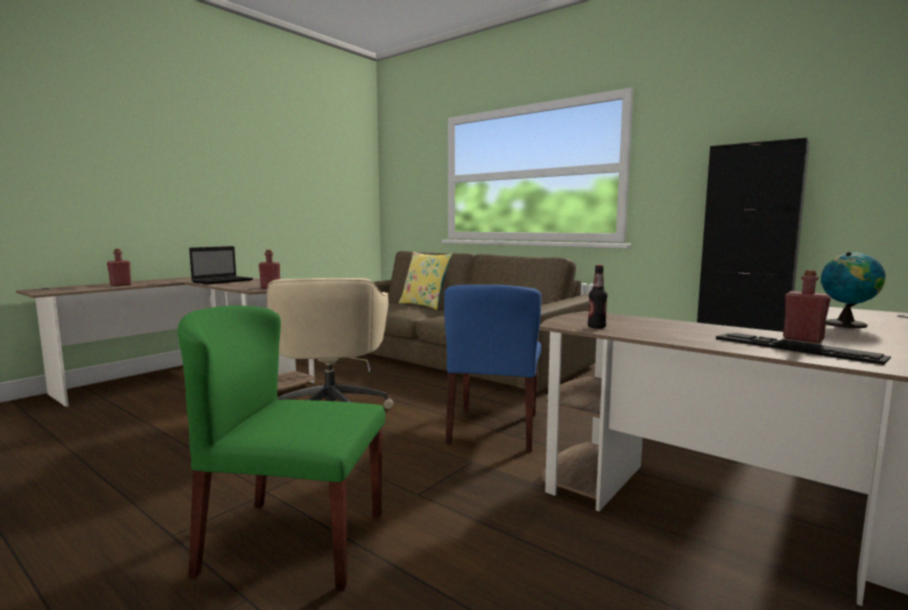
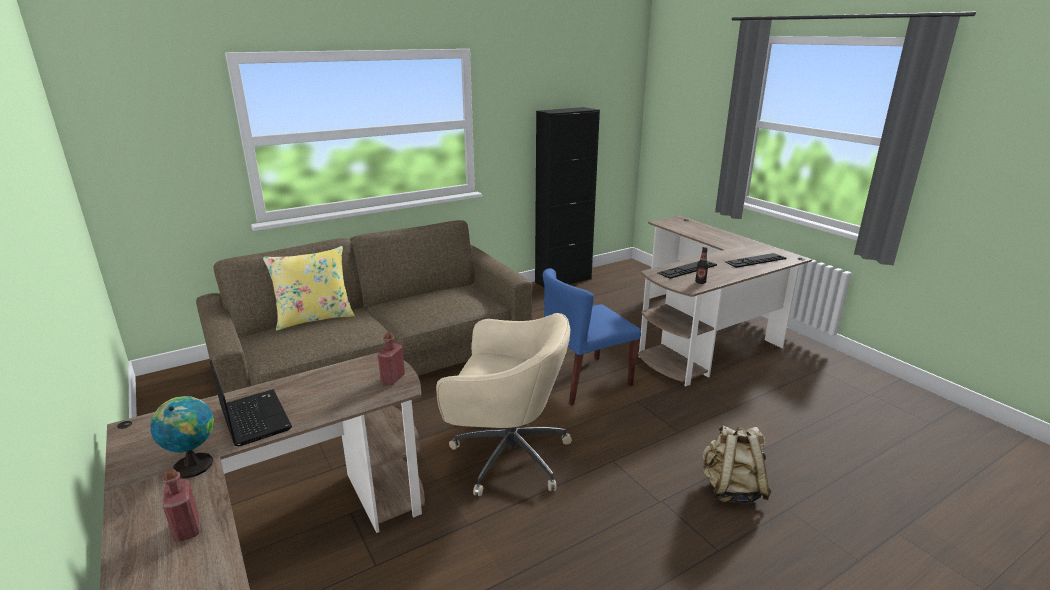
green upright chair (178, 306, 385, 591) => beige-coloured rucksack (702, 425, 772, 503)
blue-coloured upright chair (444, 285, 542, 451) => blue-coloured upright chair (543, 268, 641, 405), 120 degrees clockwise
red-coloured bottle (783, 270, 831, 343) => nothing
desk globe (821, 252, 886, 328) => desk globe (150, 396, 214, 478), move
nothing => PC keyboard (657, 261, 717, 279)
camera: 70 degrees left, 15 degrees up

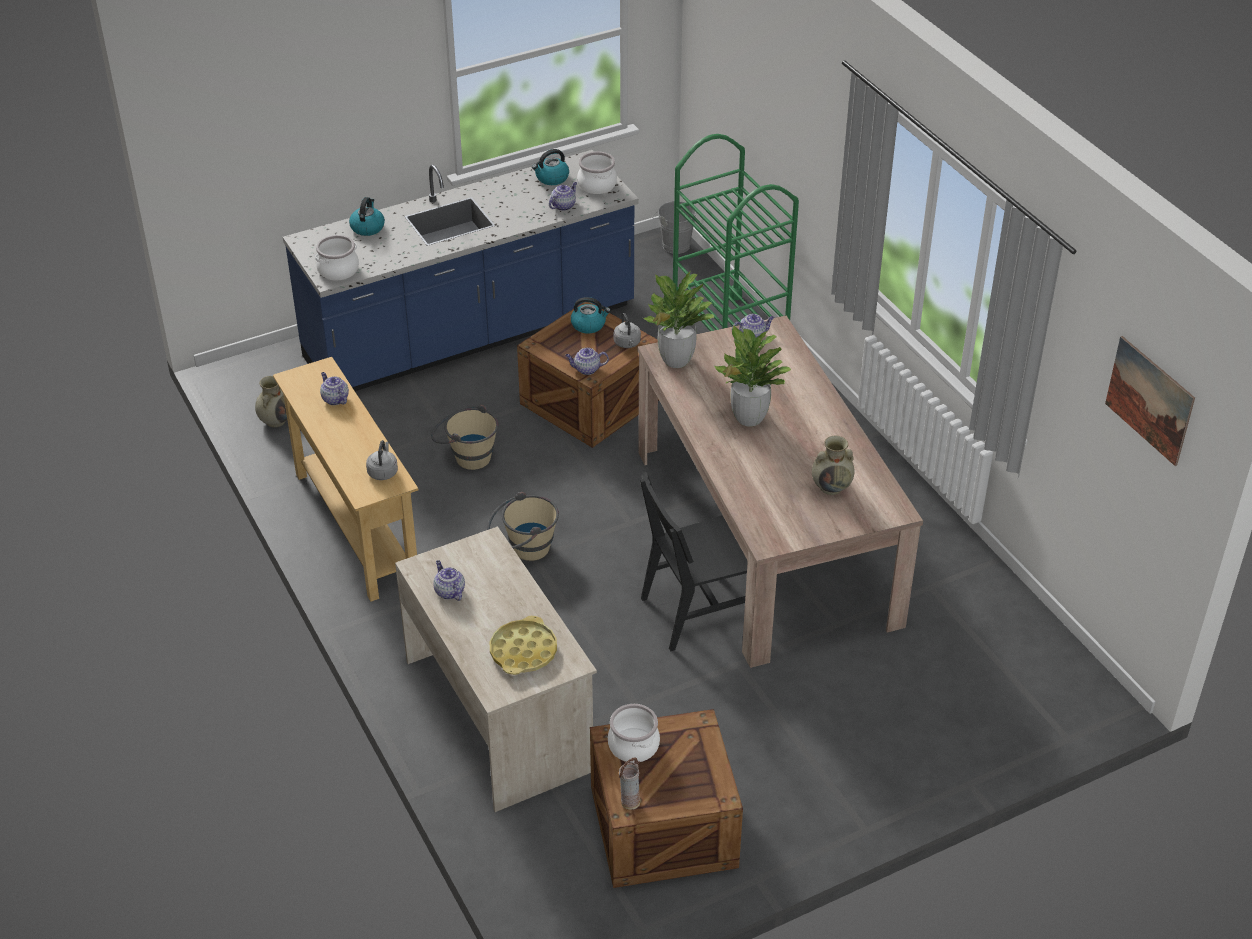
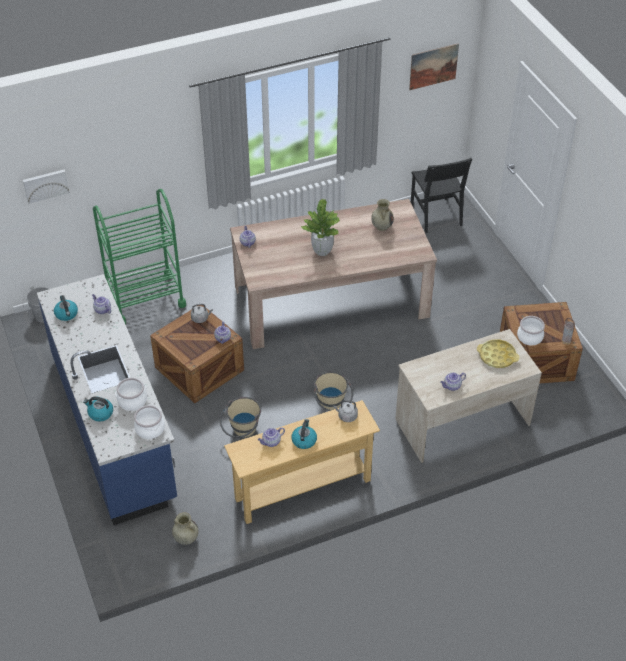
water kettle (571, 297, 611, 333) => water kettle (291, 419, 317, 449), move
stockpot (577, 151, 617, 194) => stockpot (115, 378, 147, 411), move
blackish upright chair (640, 472, 748, 651) => blackish upright chair (411, 158, 472, 233), move
potted plant (643, 271, 714, 368) => nothing
nothing => wall art (23, 169, 70, 204)
camera: 85 degrees left, 5 degrees up

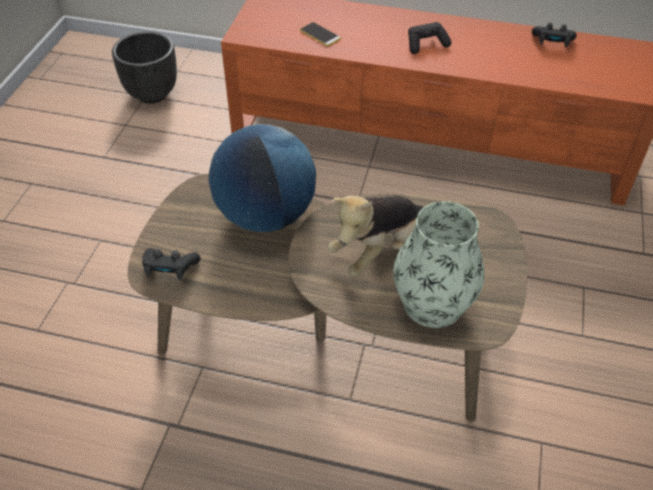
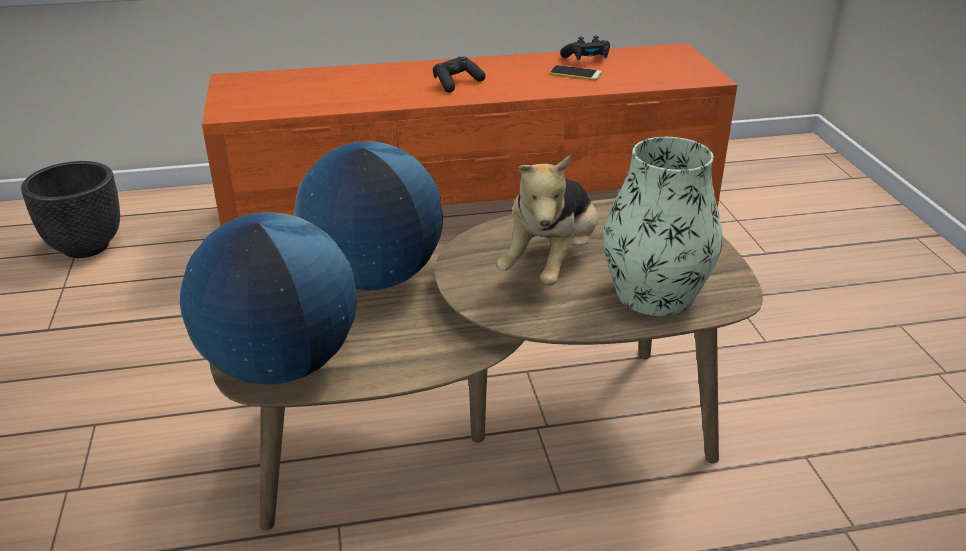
blackish game controller (142, 248, 200, 280) => desk globe (180, 212, 356, 385)
handset (300, 22, 341, 46) => handset (549, 65, 602, 81), move
camera: 25 degrees left, 15 degrees down

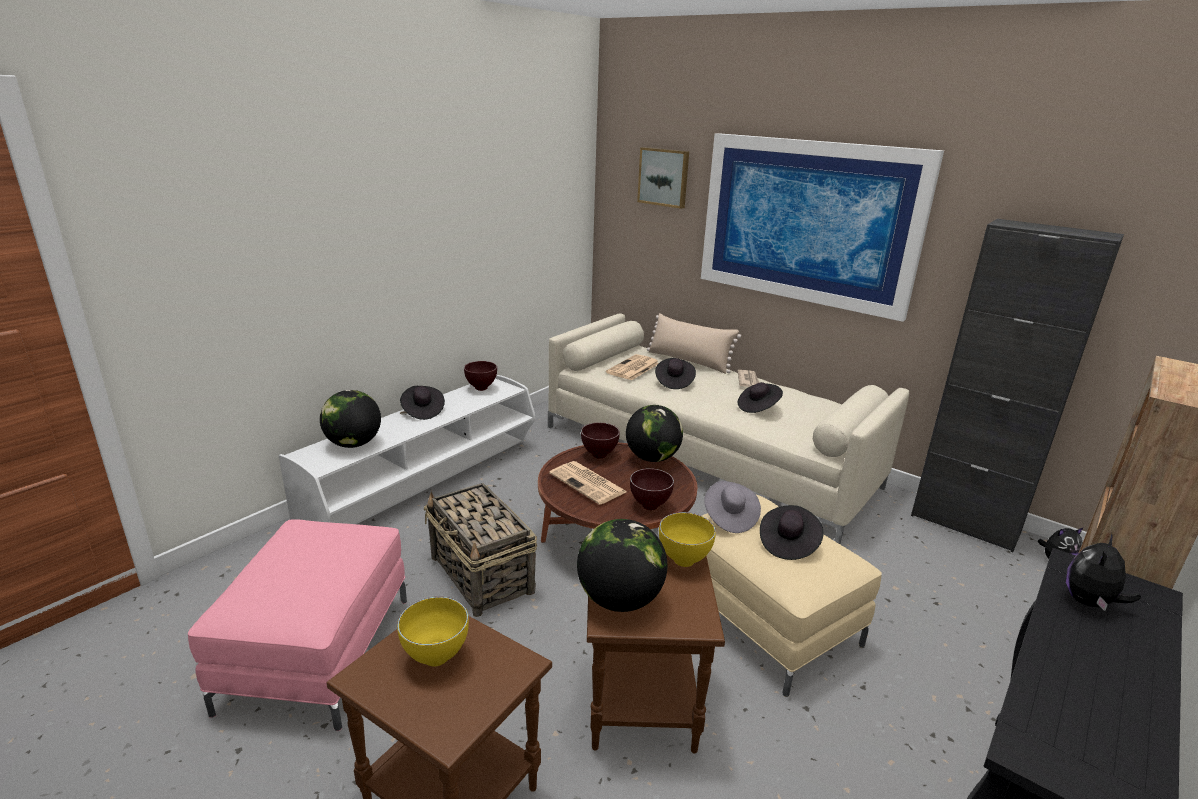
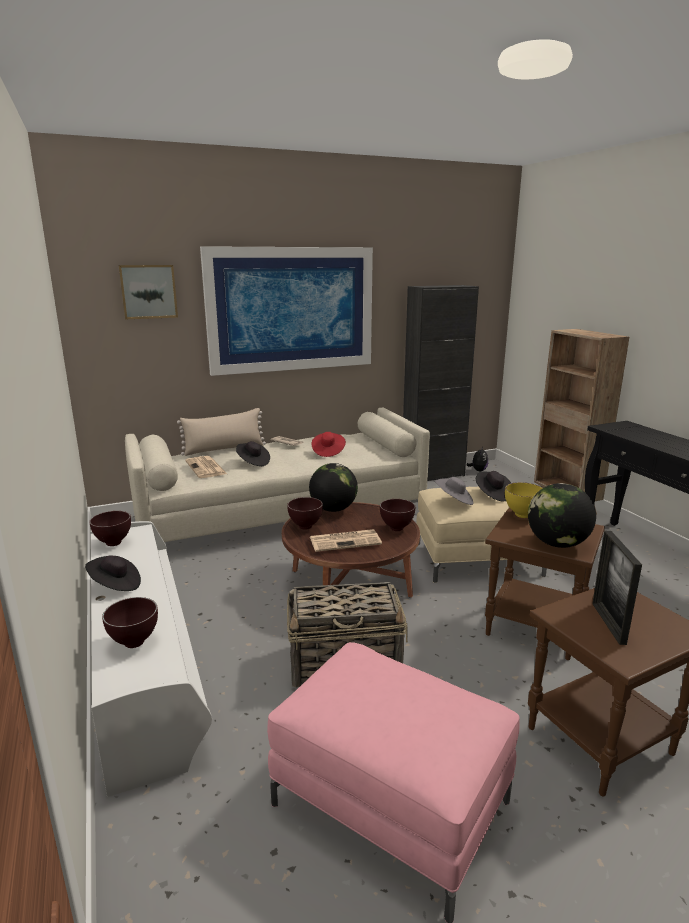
desk globe (320, 390, 381, 448) => brown-coloured bowl (102, 597, 158, 648)
yellow-coloured bowl (397, 597, 469, 666) => photo frame (592, 531, 642, 645)
blackish wearable hat (738, 382, 783, 413) => red-coloured wearable hat (312, 432, 346, 457)
plush toy (1066, 533, 1141, 611) => nothing
camera: 60 degrees left, 5 degrees down

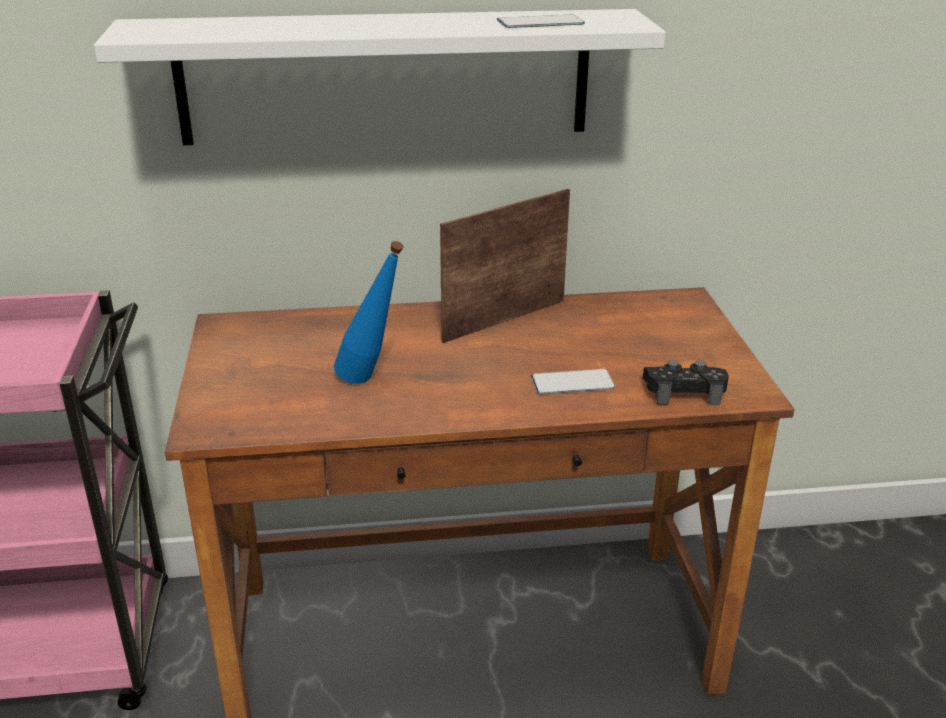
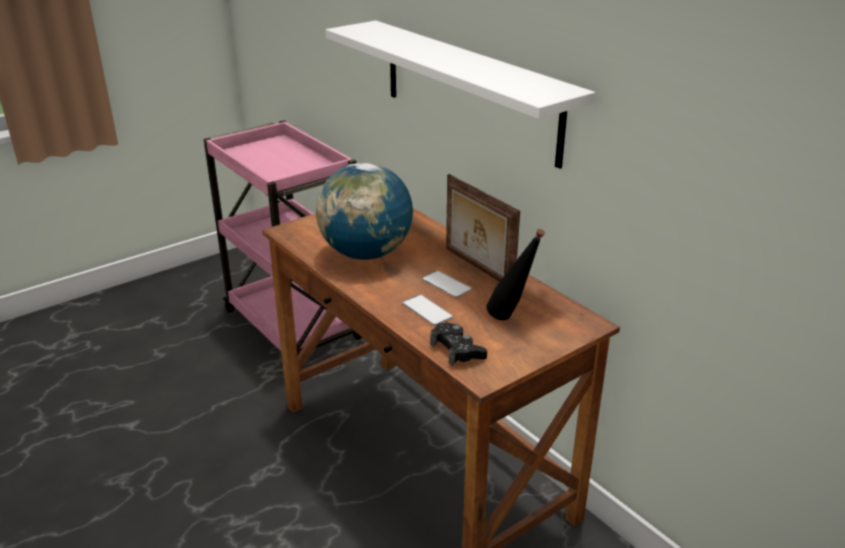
blue-coloured bottle (334, 241, 404, 384) => desk globe (316, 162, 413, 260)
photo frame (440, 189, 570, 343) => photo frame (446, 174, 520, 282), 150 degrees counterclockwise
handset (497, 14, 585, 28) => handset (422, 270, 472, 297), move
nothing => blackish bottle (486, 229, 545, 320)
camera: 60 degrees right, 0 degrees up

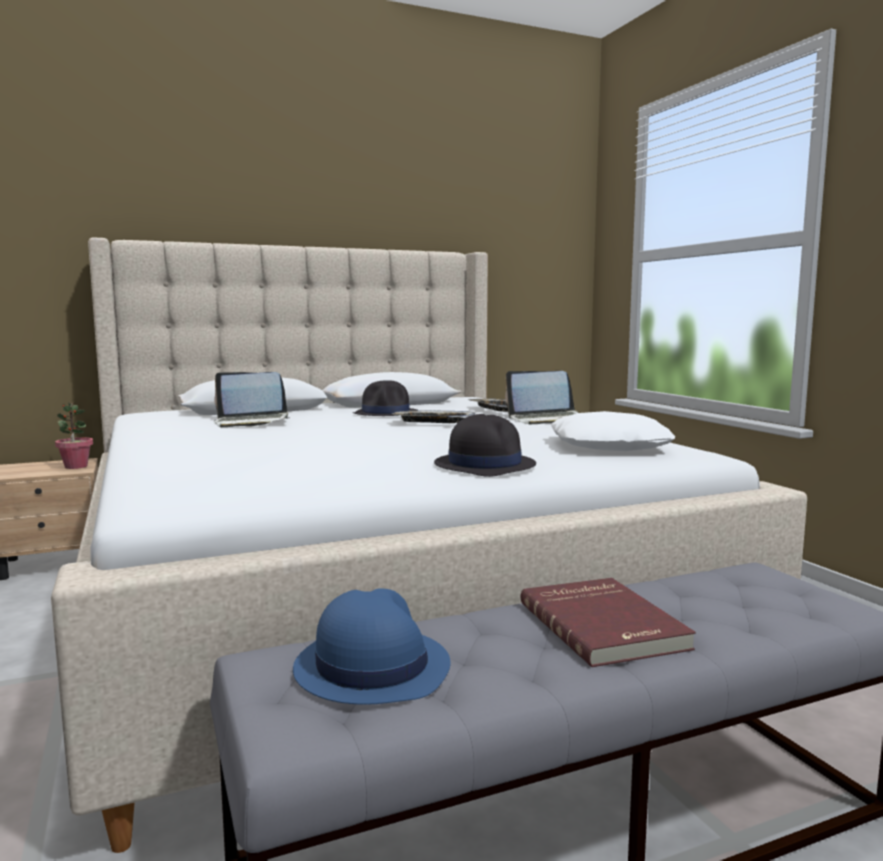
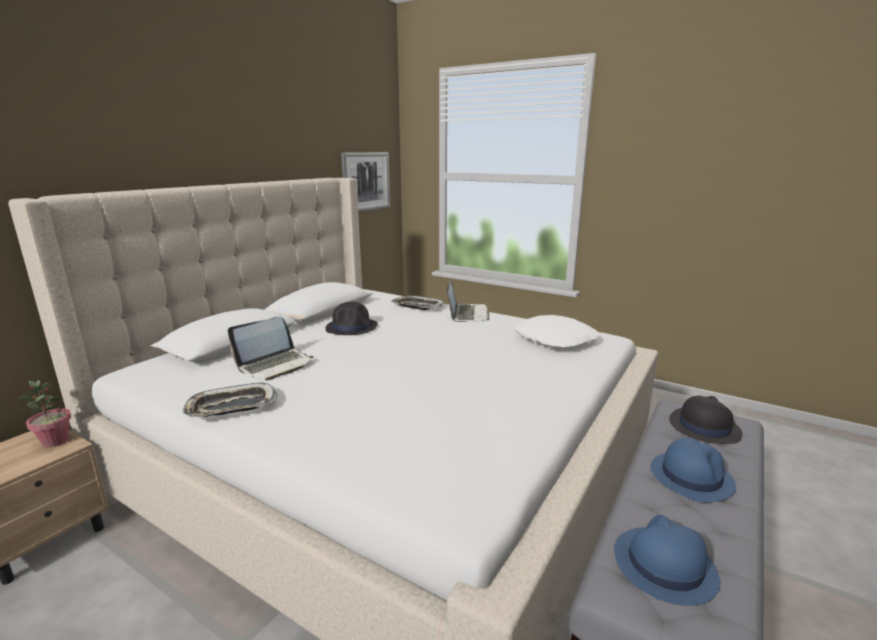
tray (392, 410, 475, 423) => tray (182, 382, 277, 417), move
blackish wearable hat (434, 414, 536, 477) => blackish wearable hat (669, 396, 742, 444), move
portable computer (505, 371, 578, 424) => portable computer (447, 280, 489, 322), 45 degrees counterclockwise
red-coloured book (521, 578, 696, 667) => blue-coloured wearable hat (651, 438, 736, 503)
nothing => wall art (341, 152, 390, 212)
camera: 35 degrees left, 10 degrees up

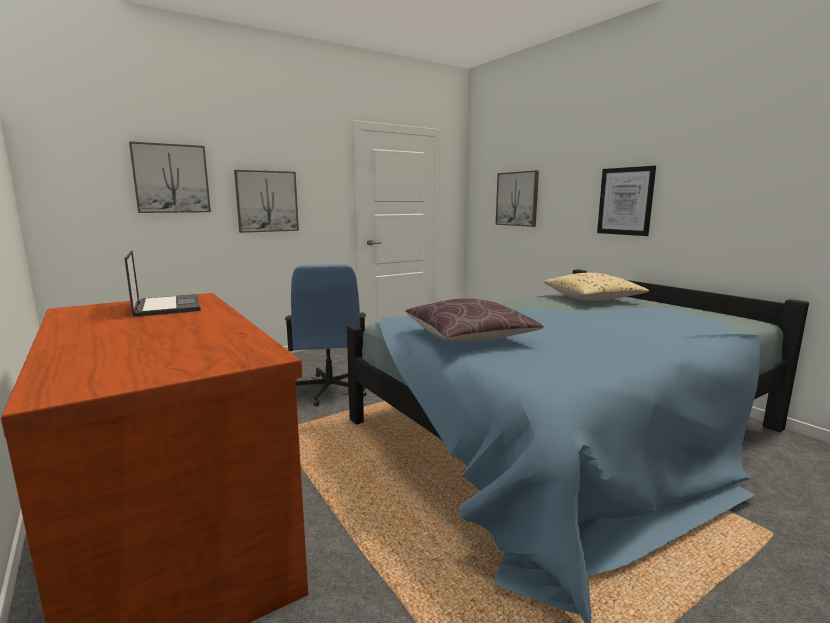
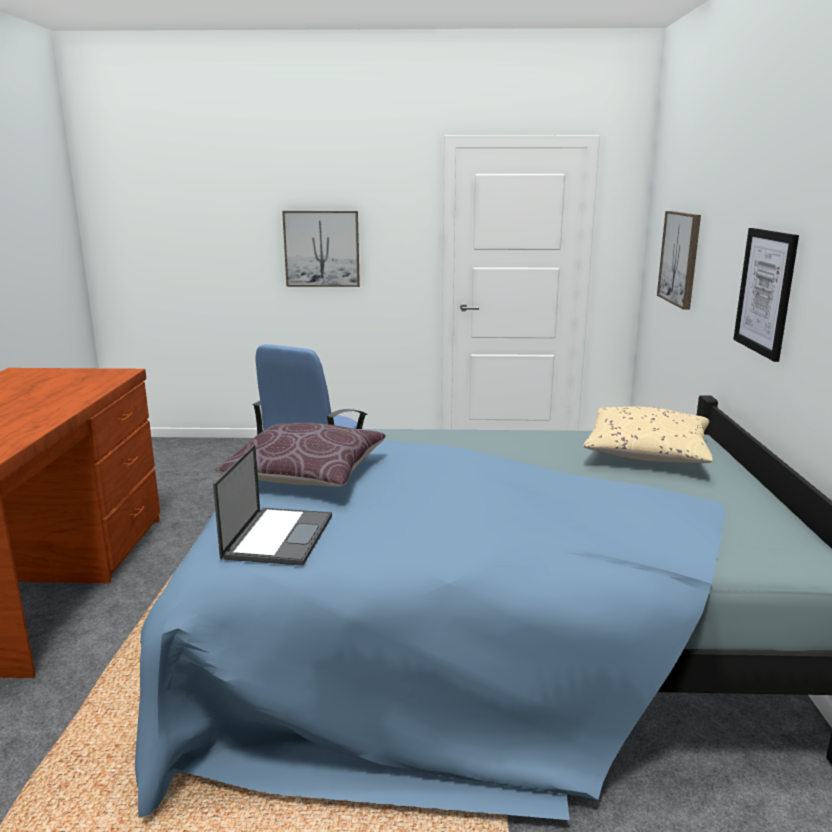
portable computer (124, 251, 201, 317) => portable computer (213, 444, 332, 566), move
wall art (129, 141, 211, 213) => nothing
camera: 35 degrees right, 5 degrees up

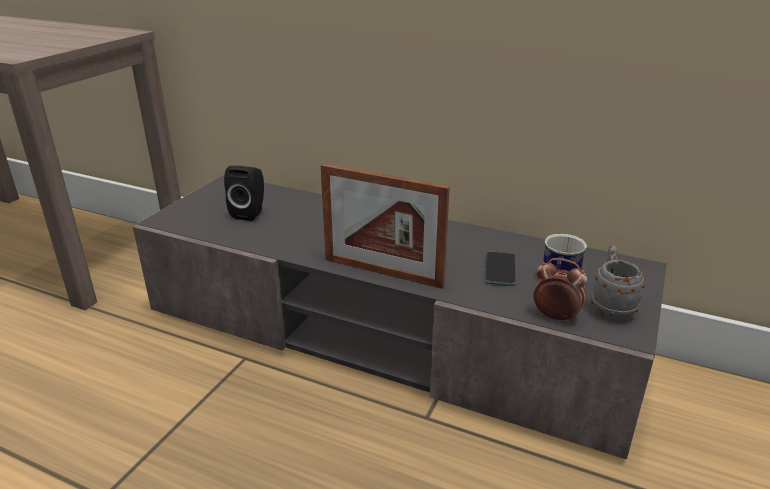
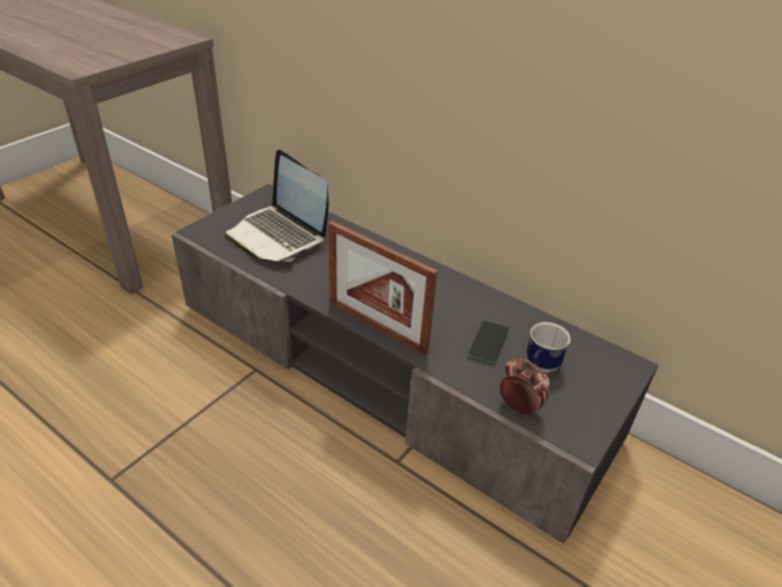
blackish audio speaker (224, 166, 264, 221) => portable computer (225, 150, 329, 262)
greyish mug (591, 245, 645, 321) => nothing
camera: 10 degrees right, 10 degrees up

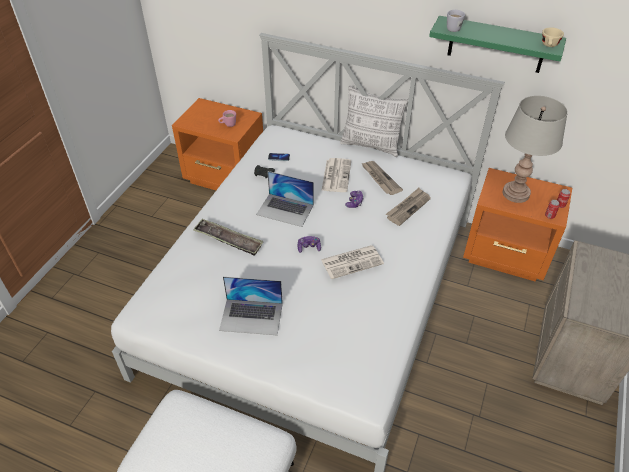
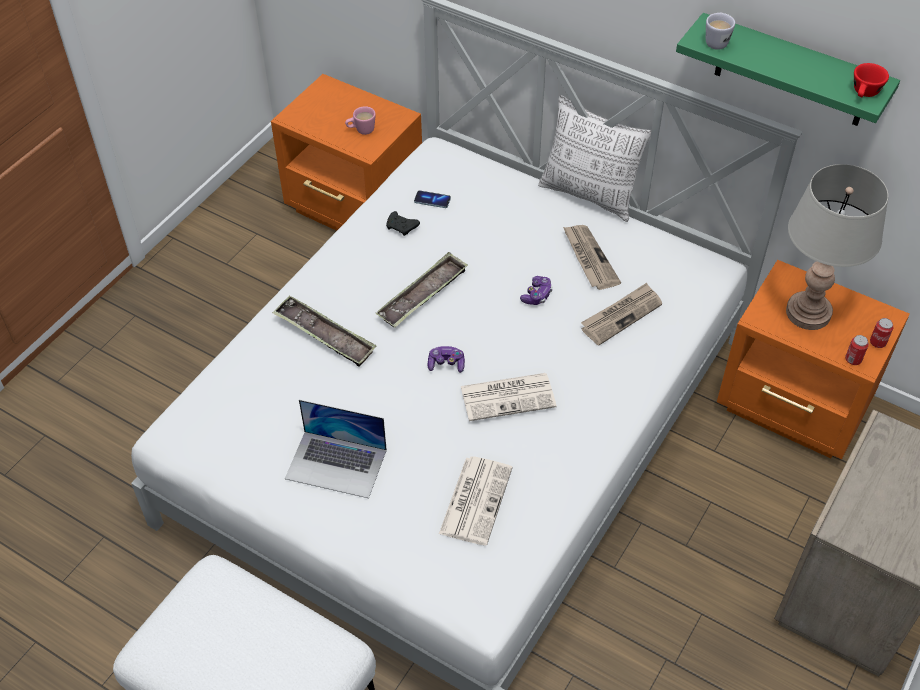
portable computer (256, 171, 314, 227) => tray (376, 252, 468, 327)
newspaper (321, 158, 351, 192) => newspaper (439, 456, 513, 546), move
beige-coloured small cup (542, 27, 564, 47) => red-coloured small cup (854, 63, 889, 97)
camera: 10 degrees right, 5 degrees up

